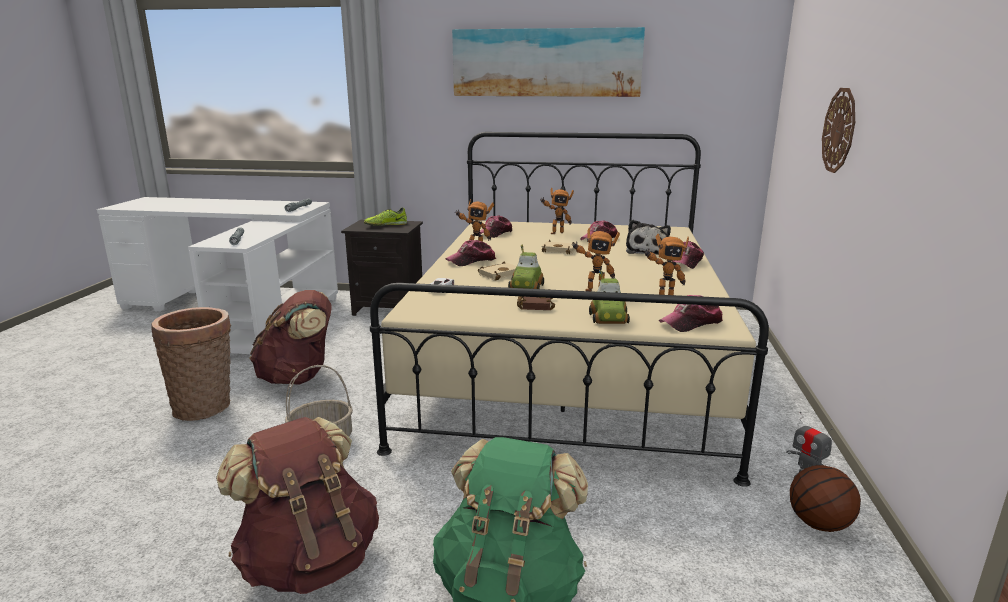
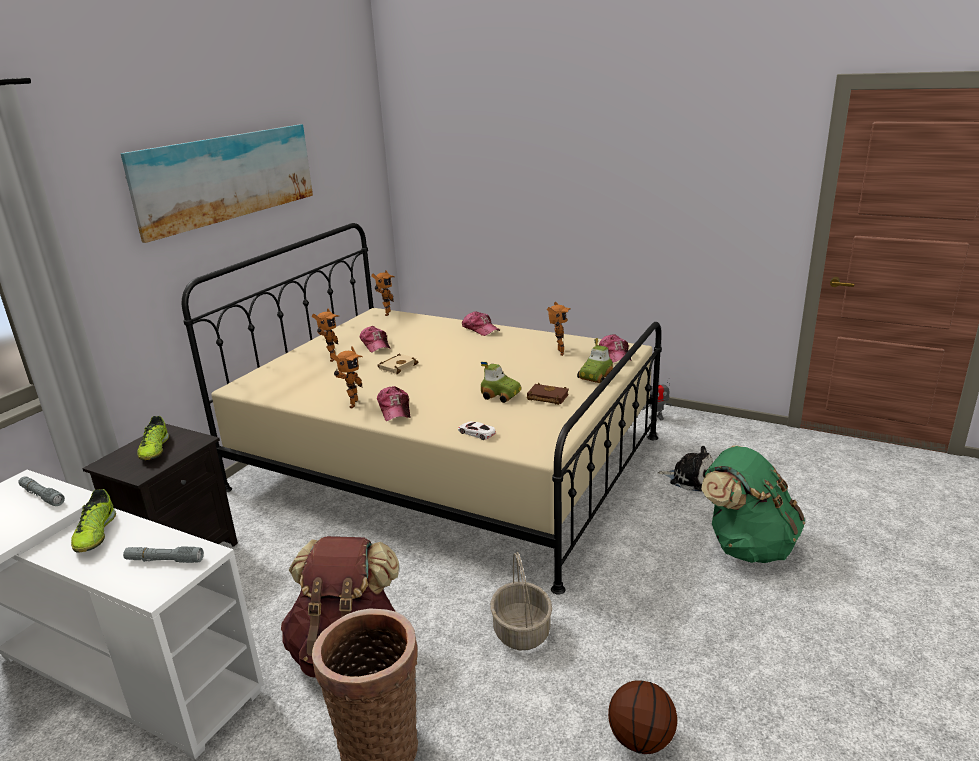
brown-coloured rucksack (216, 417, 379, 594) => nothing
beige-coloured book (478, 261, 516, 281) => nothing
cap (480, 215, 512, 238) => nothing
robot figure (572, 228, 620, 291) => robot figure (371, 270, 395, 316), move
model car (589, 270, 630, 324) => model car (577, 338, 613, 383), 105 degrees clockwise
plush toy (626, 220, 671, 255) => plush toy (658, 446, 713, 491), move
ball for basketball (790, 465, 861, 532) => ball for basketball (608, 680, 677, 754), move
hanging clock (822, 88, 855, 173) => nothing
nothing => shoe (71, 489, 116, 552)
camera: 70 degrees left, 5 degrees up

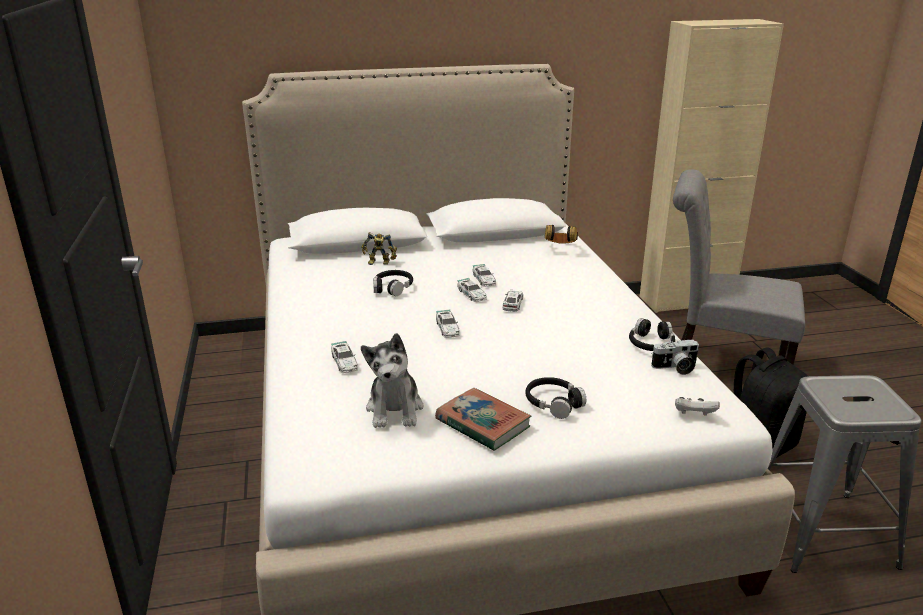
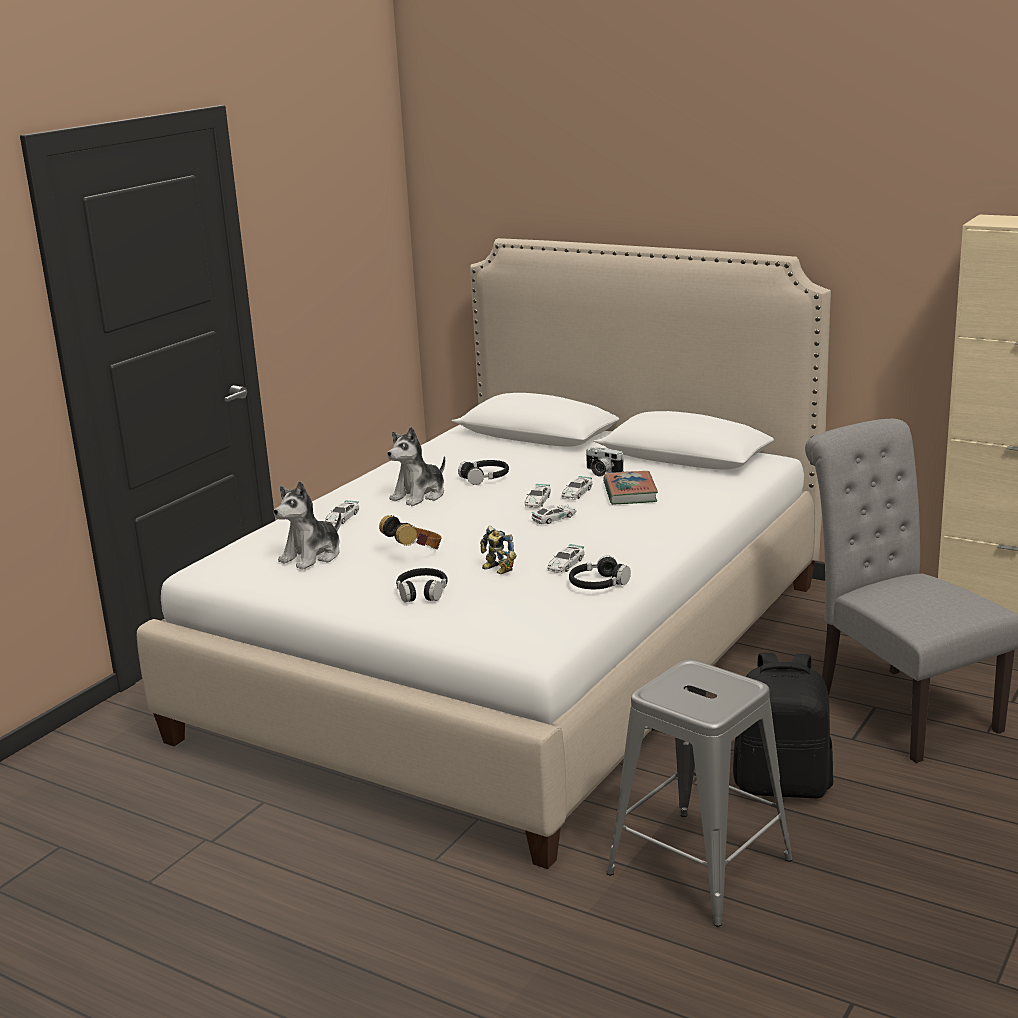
robot figure (361, 232, 397, 265) => robot figure (480, 526, 516, 574), move
book (435, 388, 531, 451) => book (603, 471, 658, 505), move
model car (436, 310, 460, 338) => model car (547, 544, 585, 573), move
pair of headphones (545, 225, 578, 244) => pair of headphones (379, 515, 442, 549), move
still camera (651, 340, 699, 375) => still camera (586, 448, 624, 477), move
whitish game controller (675, 397, 720, 416) => nothing
nothing => plush toy (387, 427, 445, 506)
camera: 45 degrees right, 5 degrees down

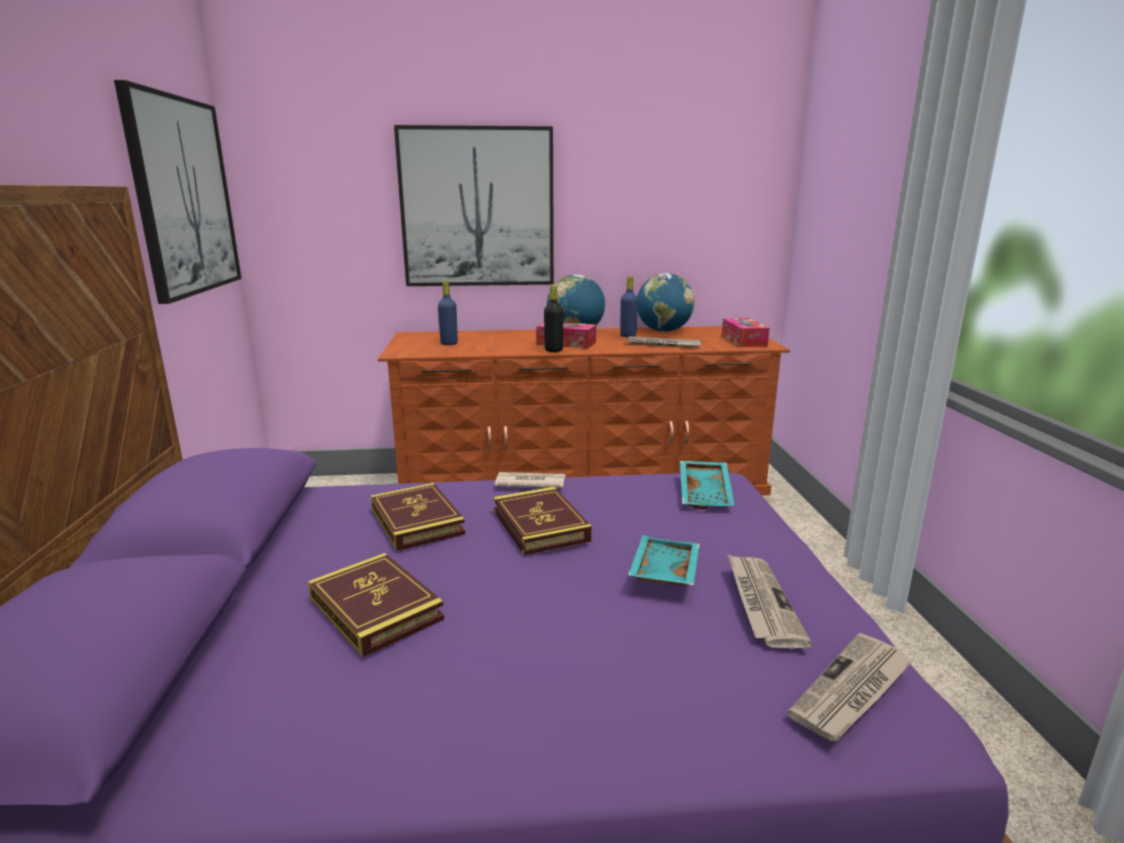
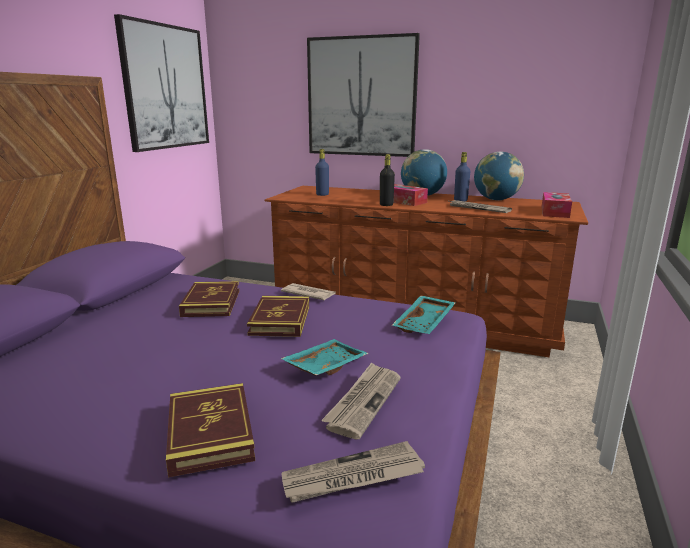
book (308, 553, 445, 657) => book (166, 383, 255, 477), move
camera: 25 degrees right, 0 degrees up

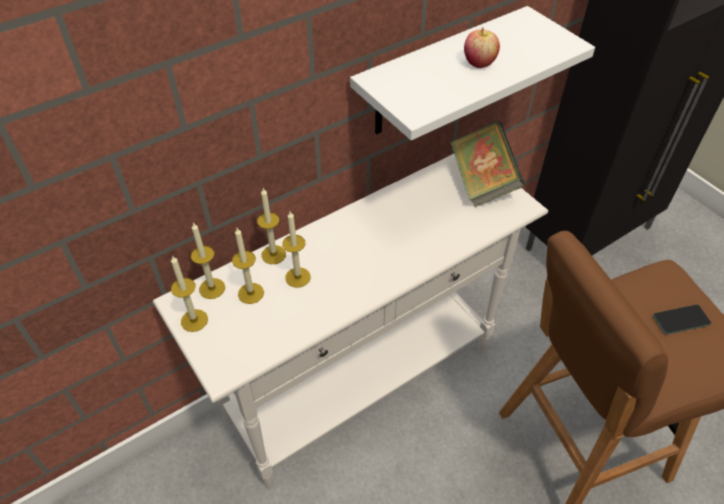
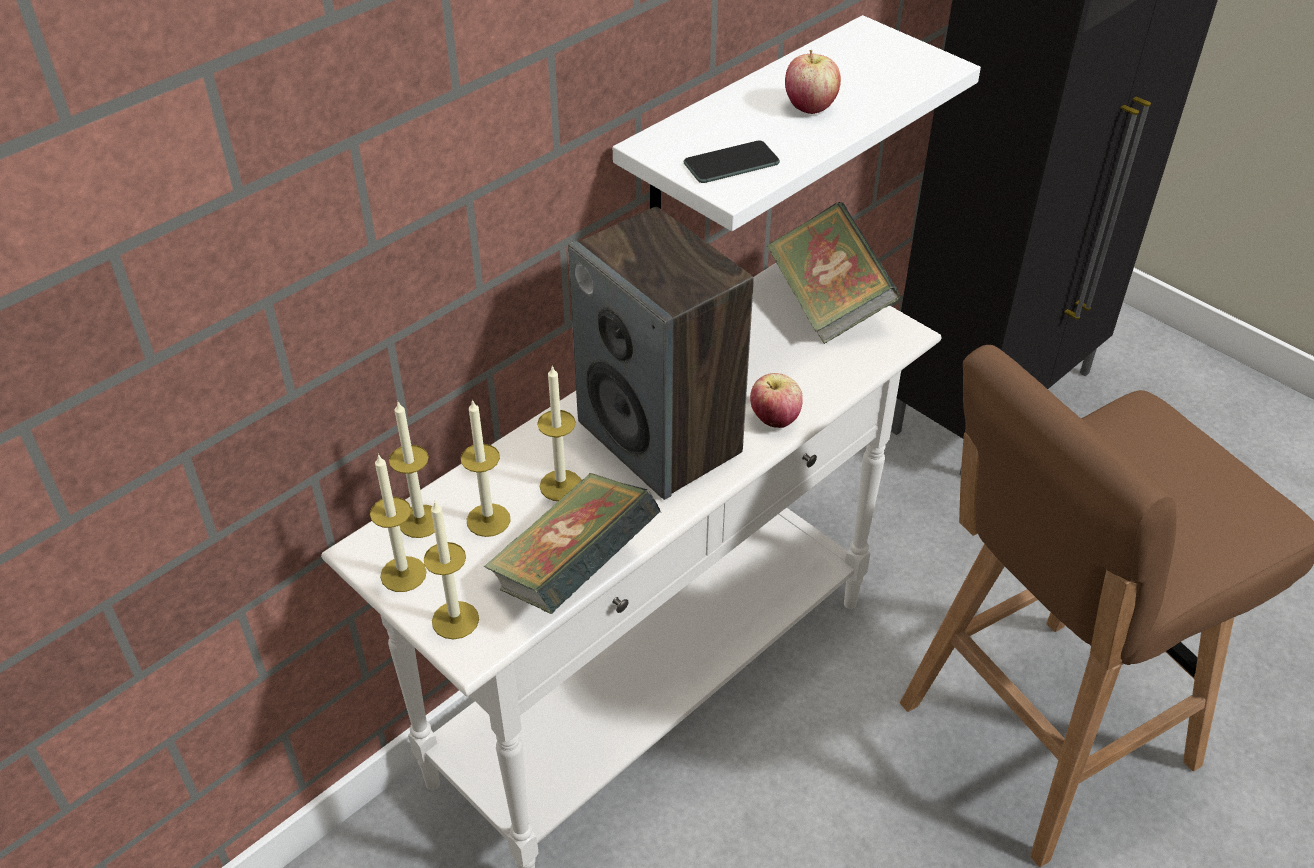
candle (257, 188, 286, 264) => candle (424, 501, 479, 640), move
handset (653, 305, 711, 335) => handset (684, 141, 780, 183), move
nothing => book (483, 473, 660, 614)
nothing => audio speaker (568, 207, 754, 500)
nothing => apple (750, 373, 803, 428)
camera: 10 degrees left, 5 degrees down

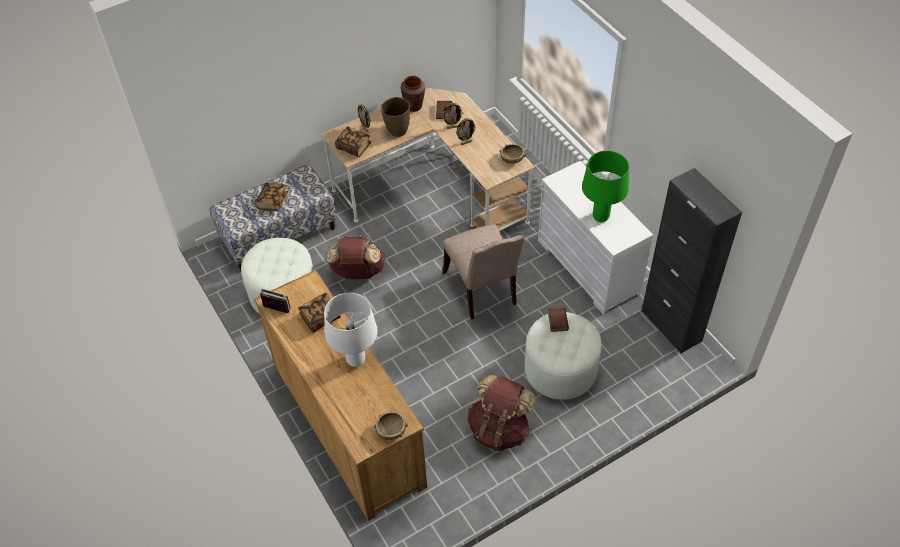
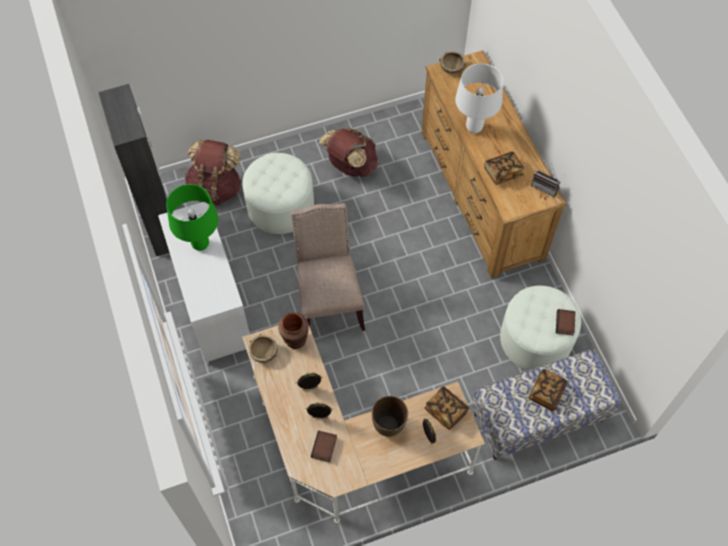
brown-coloured rucksack (326, 235, 386, 279) => brown-coloured rucksack (185, 140, 242, 205), move
brown-coloured decorative vase (401, 76, 425, 112) => brown-coloured decorative vase (278, 312, 309, 349), move
book (548, 308, 569, 332) => book (556, 309, 576, 336), move
camera: 170 degrees left, 10 degrees up

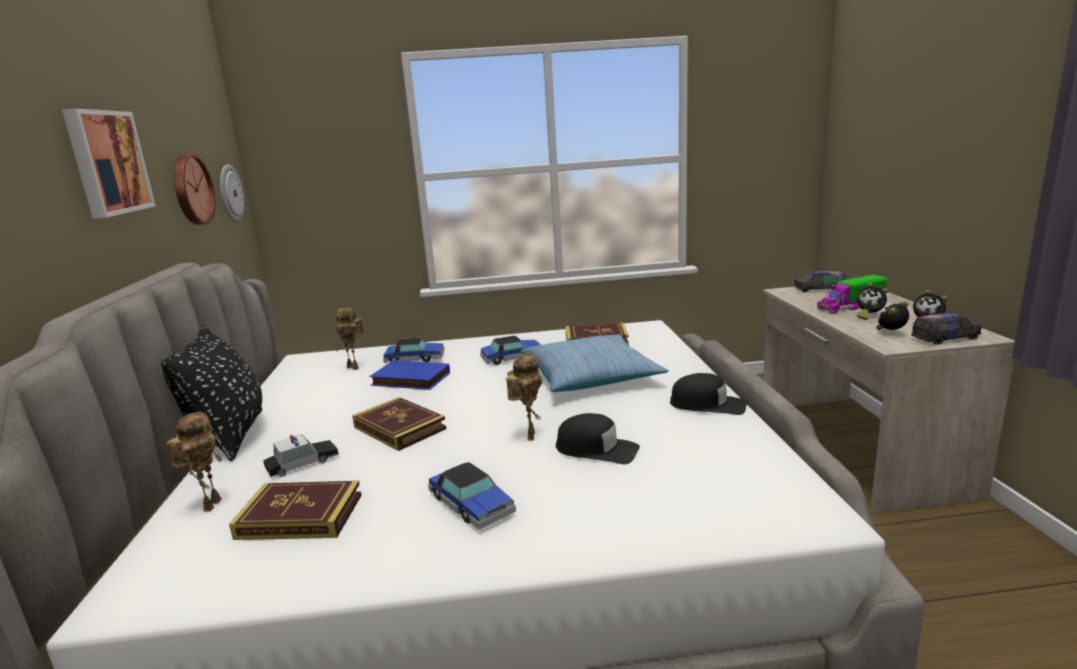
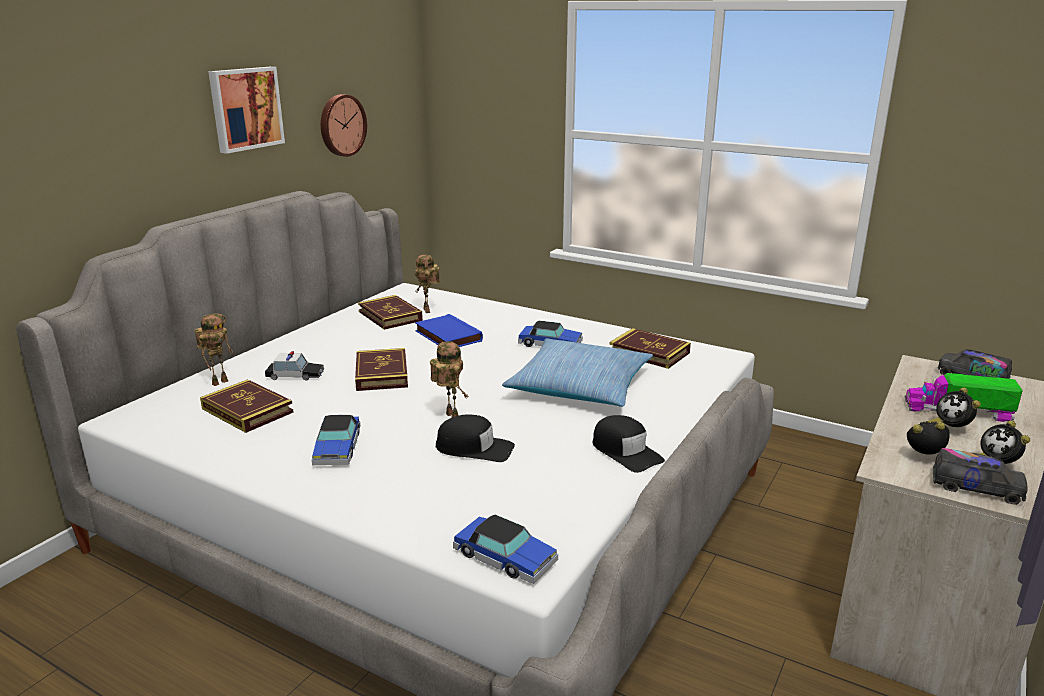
blackish cushion (161, 325, 262, 461) => nothing
hanging clock (220, 164, 245, 223) => nothing
model car (383, 338, 445, 363) => model car (453, 515, 558, 584), move
robot figure (506, 354, 542, 441) => robot figure (430, 341, 469, 418), 75 degrees counterclockwise
blackish cap (556, 413, 640, 464) => blackish cap (436, 414, 515, 462), 45 degrees counterclockwise
nothing => book (358, 295, 423, 330)
camera: 35 degrees right, 5 degrees up

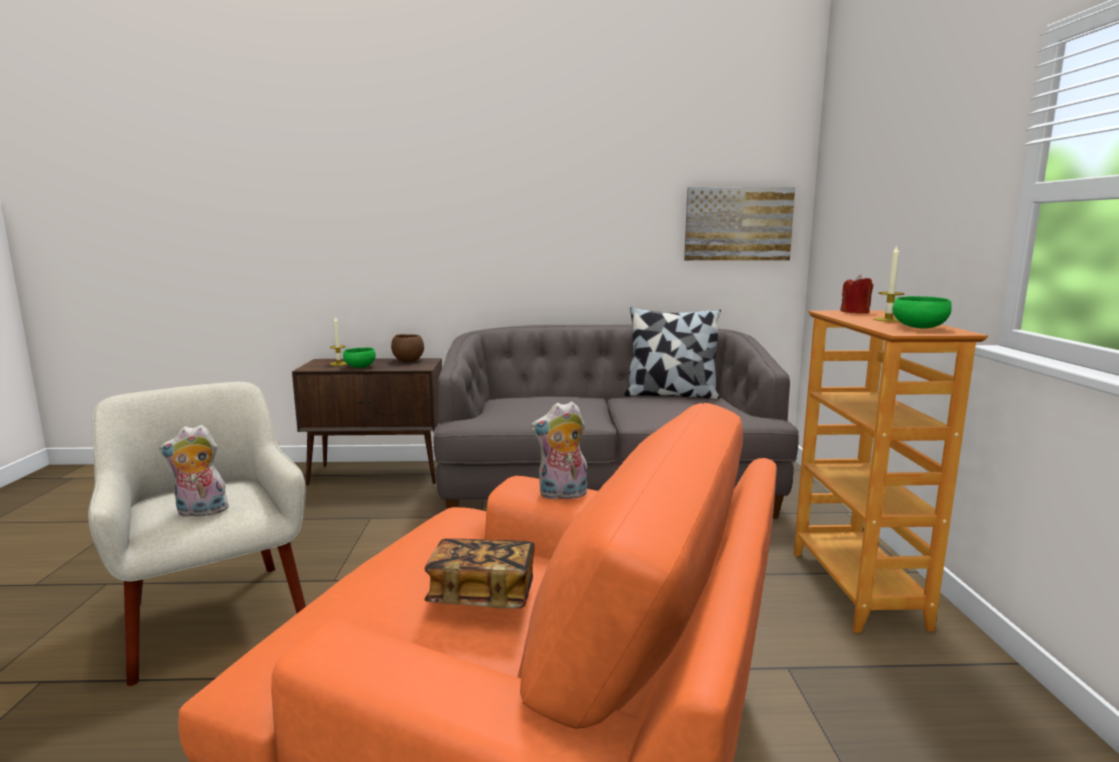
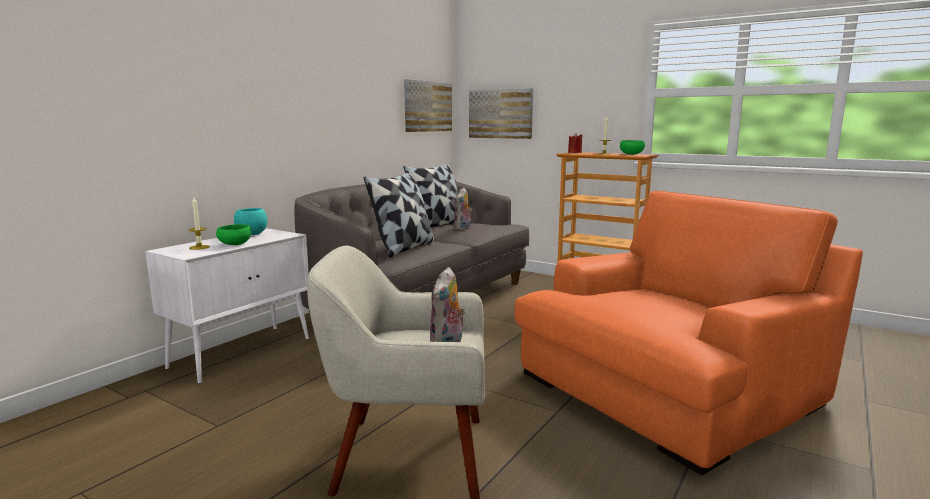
brown-coloured cupboard (292, 358, 442, 485) => whitish cupboard (145, 228, 309, 384)
brown-coloured bowl (391, 334, 424, 362) => turquoise bowl (234, 208, 267, 235)
book (424, 539, 535, 608) => nothing
plush toy (530, 401, 587, 500) => plush toy (454, 188, 472, 230), move
nothing => cushion (364, 172, 434, 258)
nothing => wall art (469, 88, 533, 139)
camera: 55 degrees left, 0 degrees up

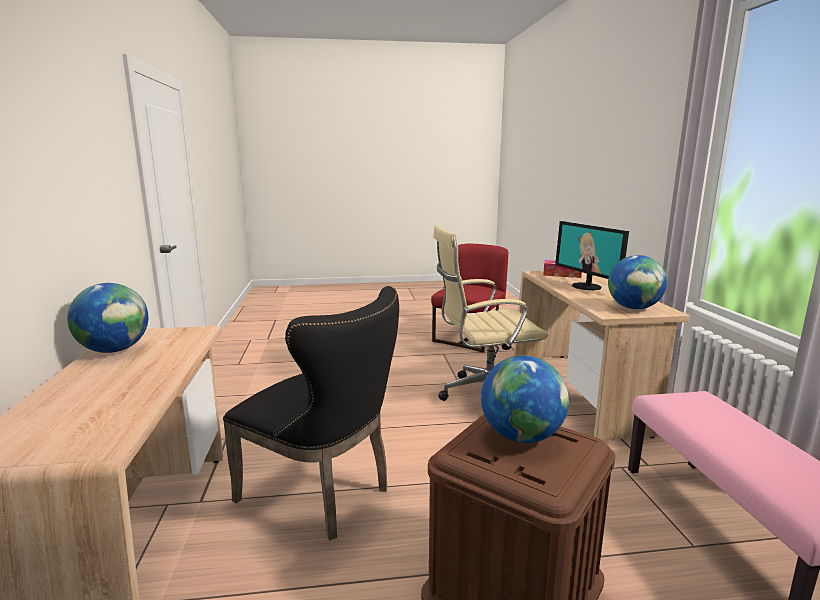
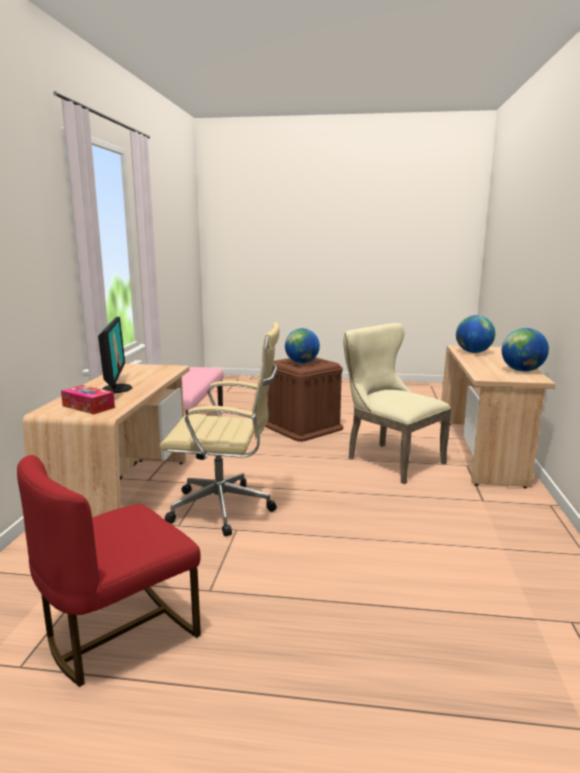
blackish upright chair (223, 286, 399, 540) => beige-coloured upright chair (343, 323, 451, 484)
desk globe (608, 255, 667, 309) => desk globe (456, 315, 495, 353), move
camera: 165 degrees left, 0 degrees up

